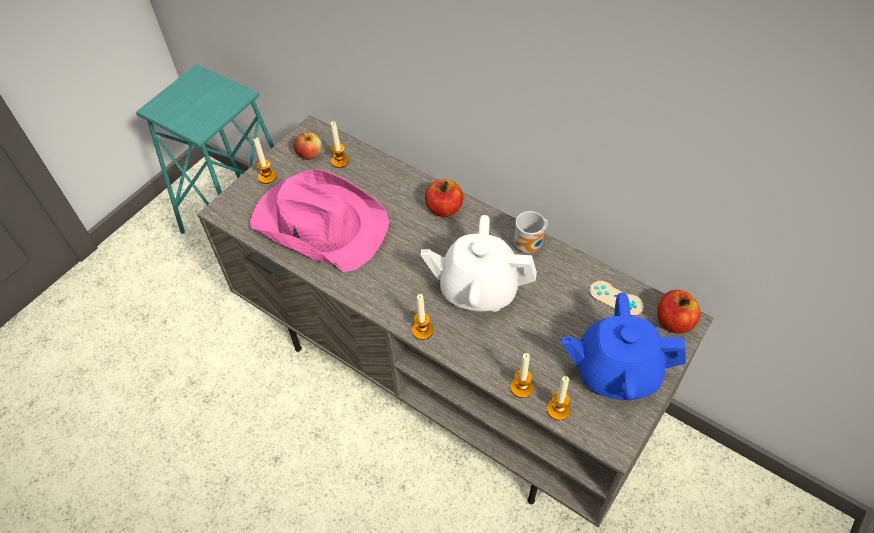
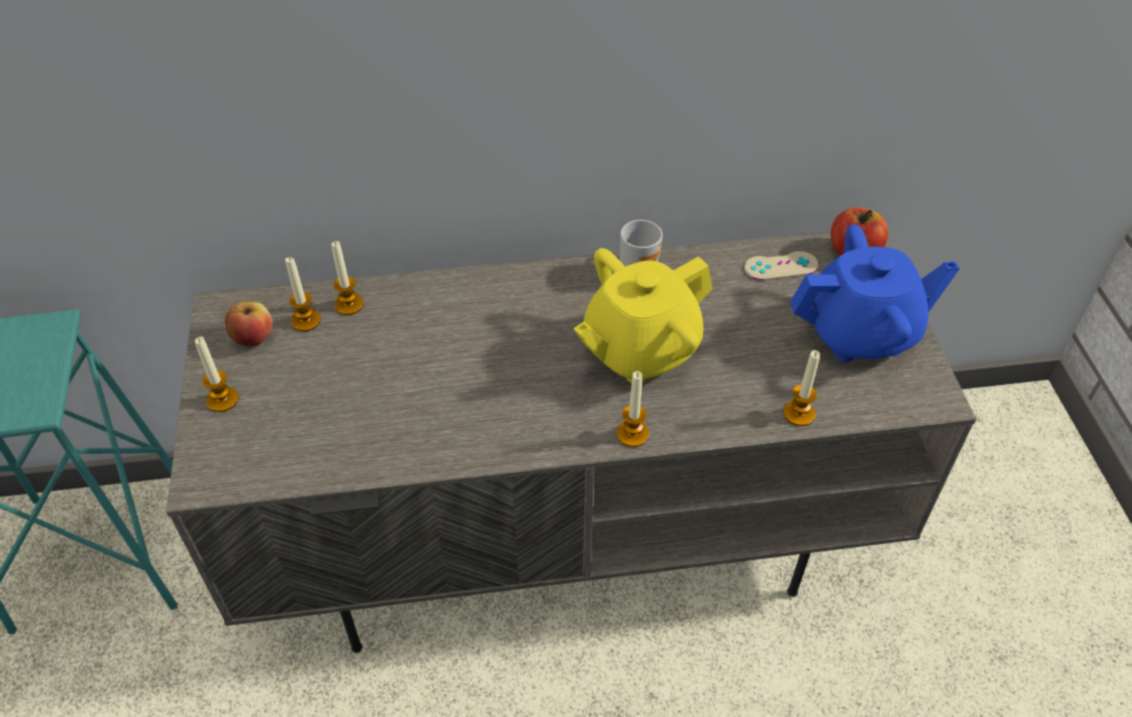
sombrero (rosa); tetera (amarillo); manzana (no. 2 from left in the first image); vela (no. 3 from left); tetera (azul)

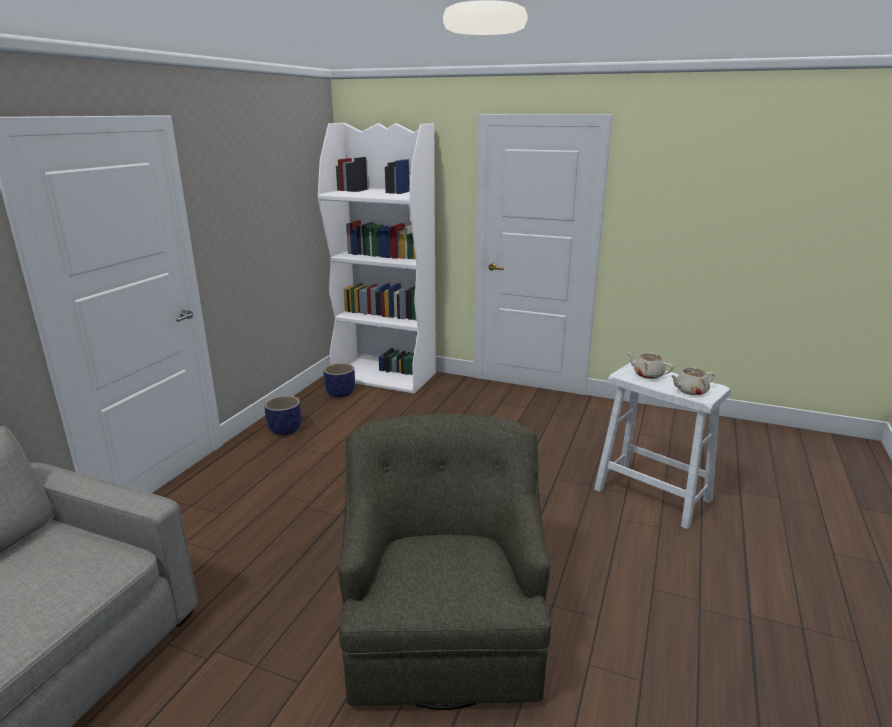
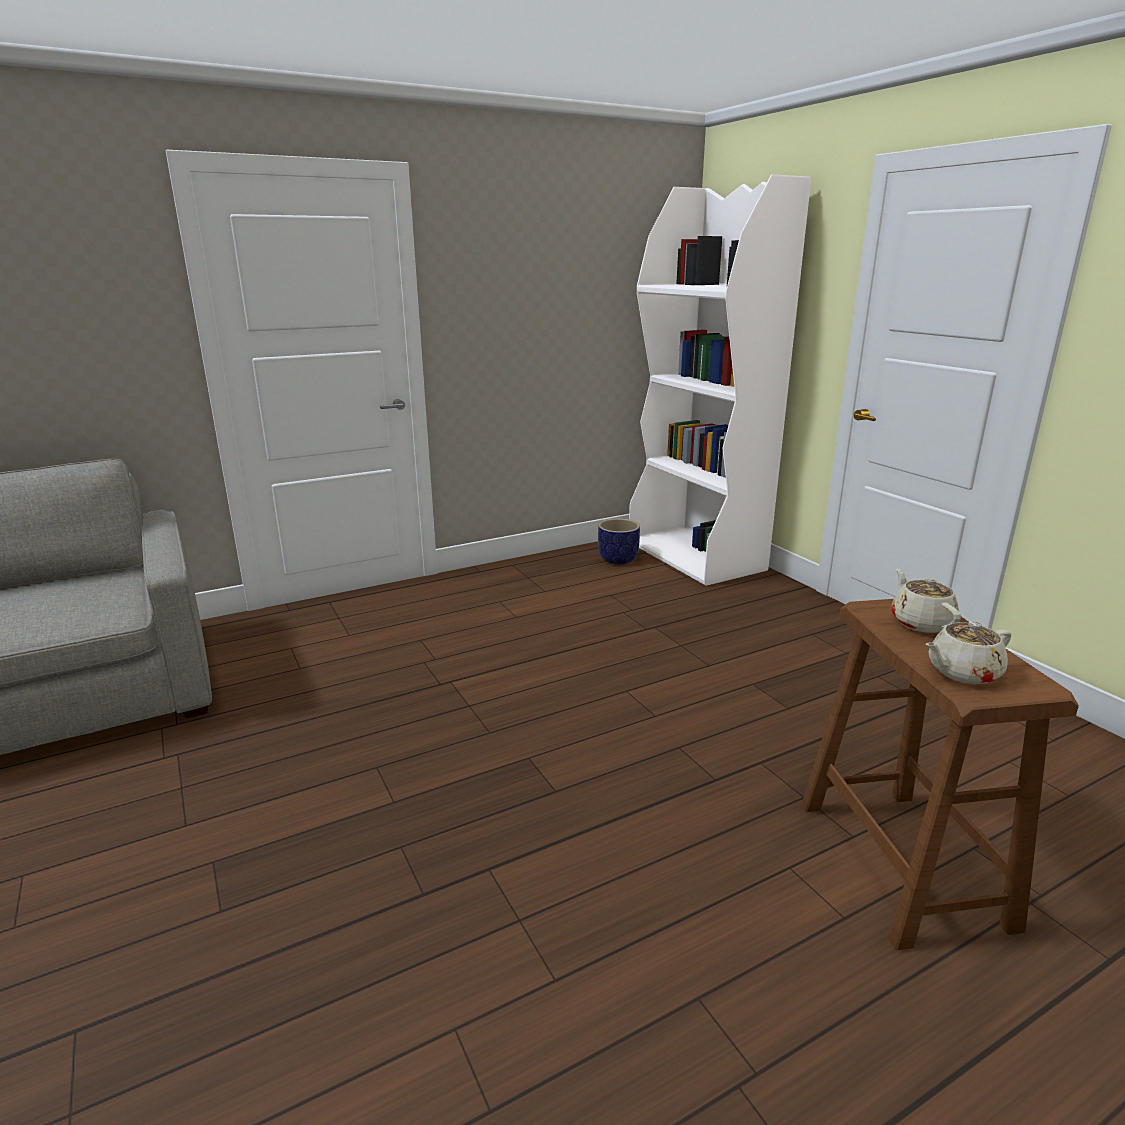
maceta (no. 1 from left in the first image); sillón (verde); taburete (marrón); tetera (beis) (no. 2 from left)

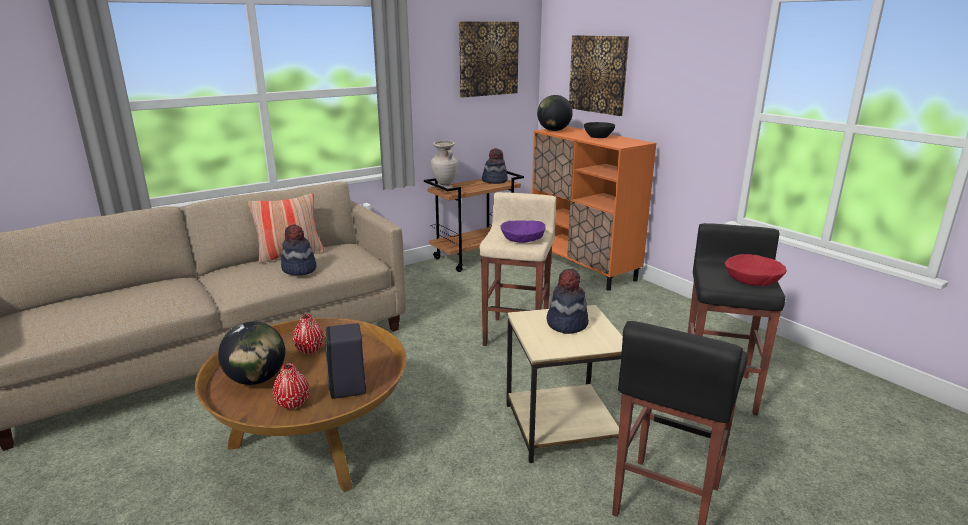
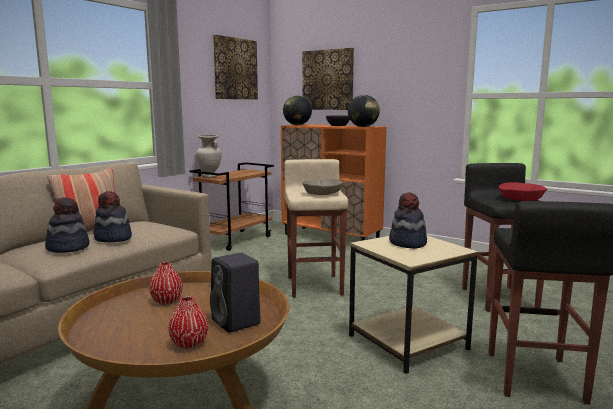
globo terráqueo (no. 2 from left); sombrero (no. 1 from left); cuenco (beis)

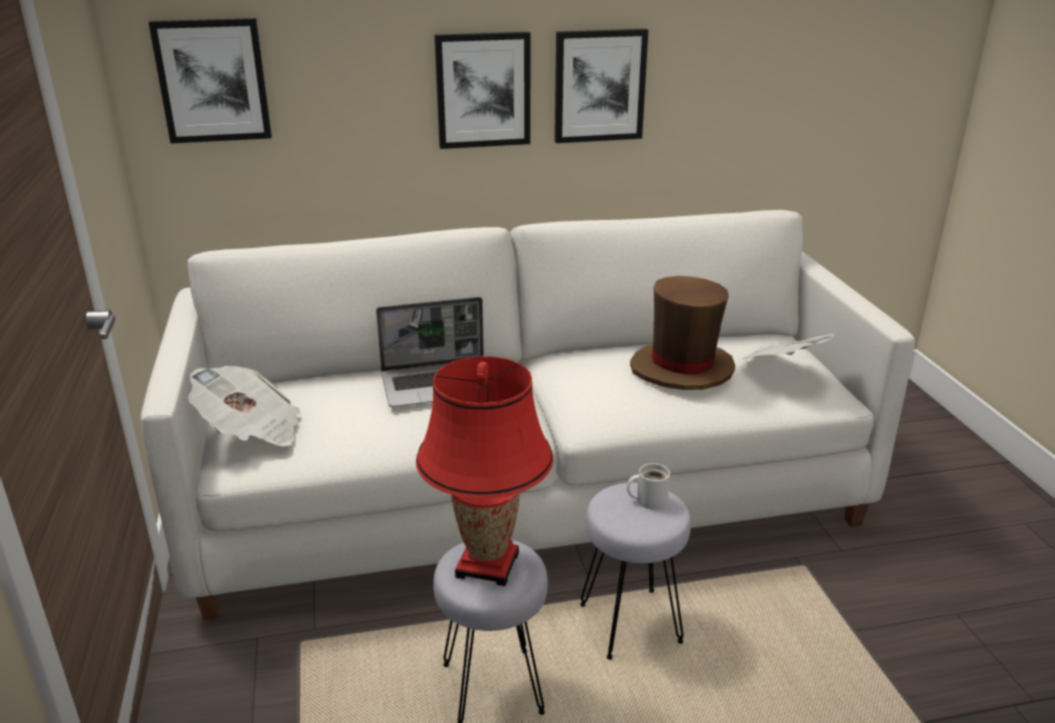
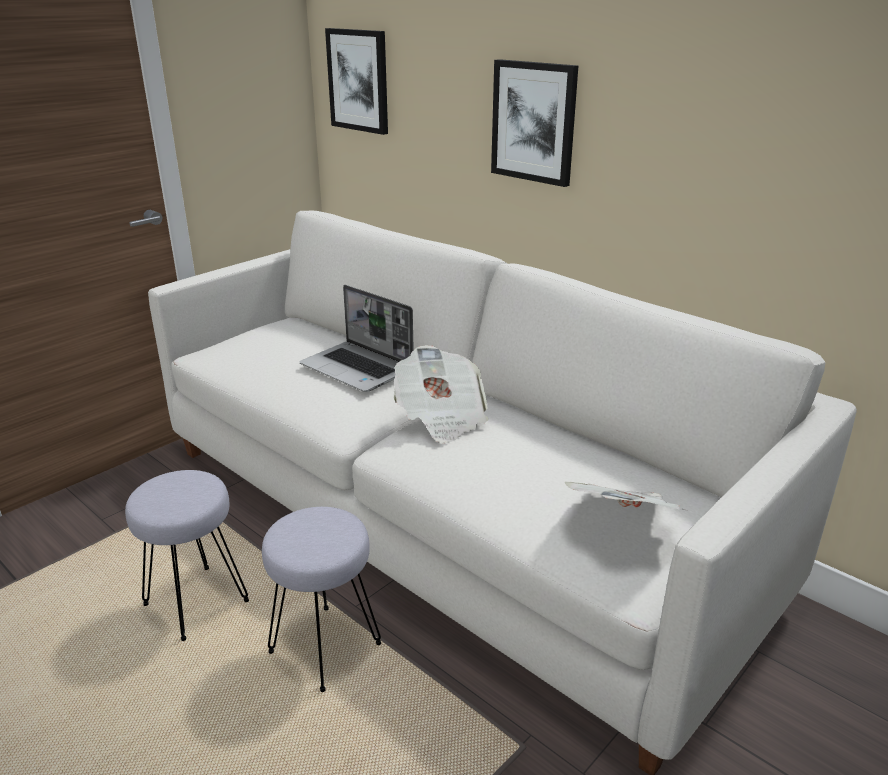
periódico (no. 1 from left); lámpara de mesa (rojo); cuadro (no. 3 from left in the first image); taza grande (blanco); sombrero (marrón)

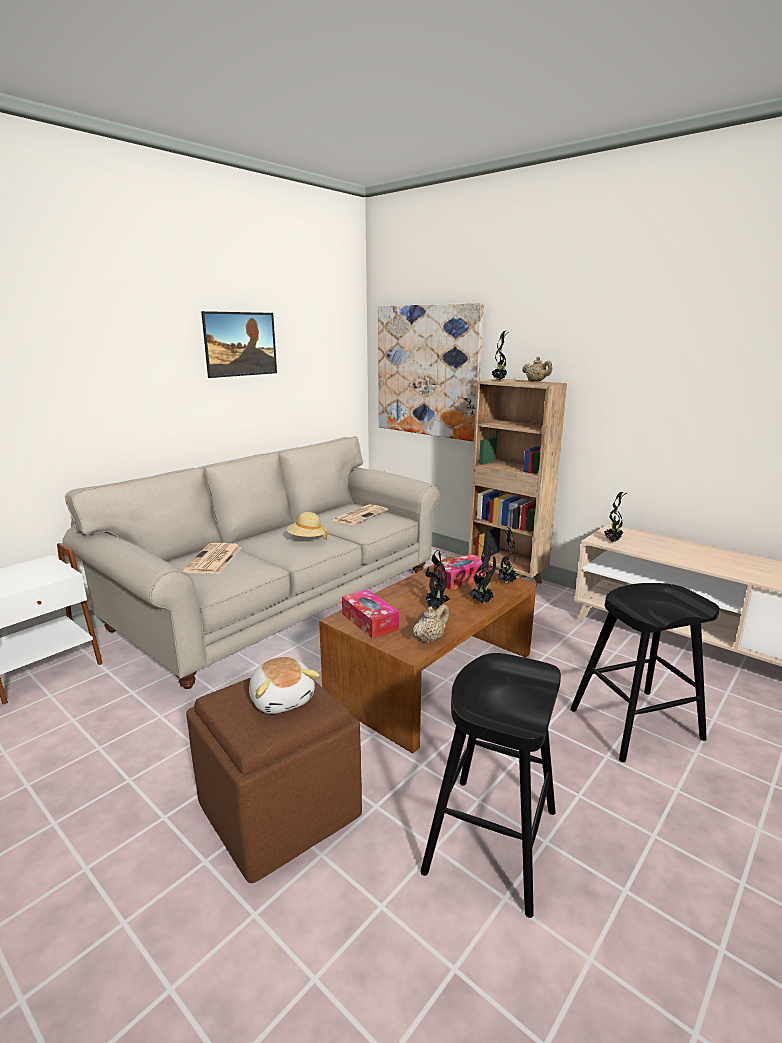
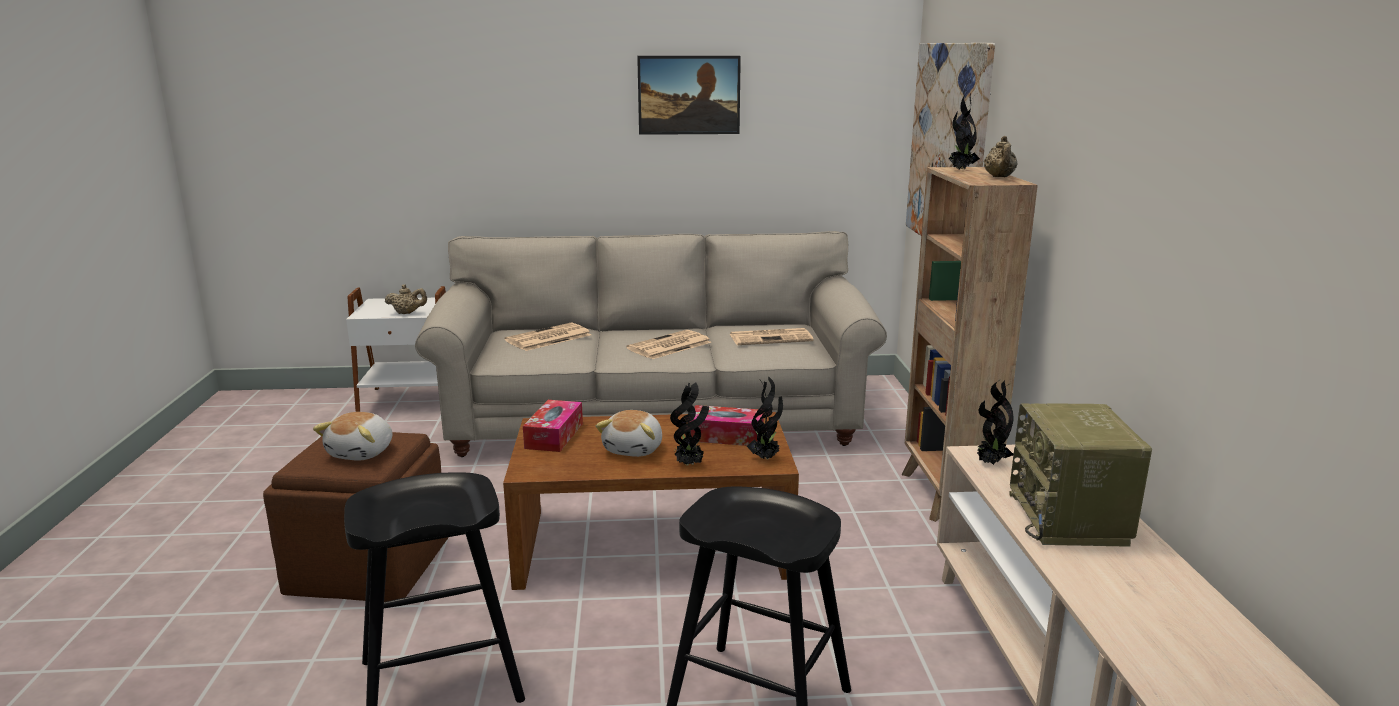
periódico (no. 2 from left); tetera (beis) (no. 1 from left); peluche (no. 2 from left); radio

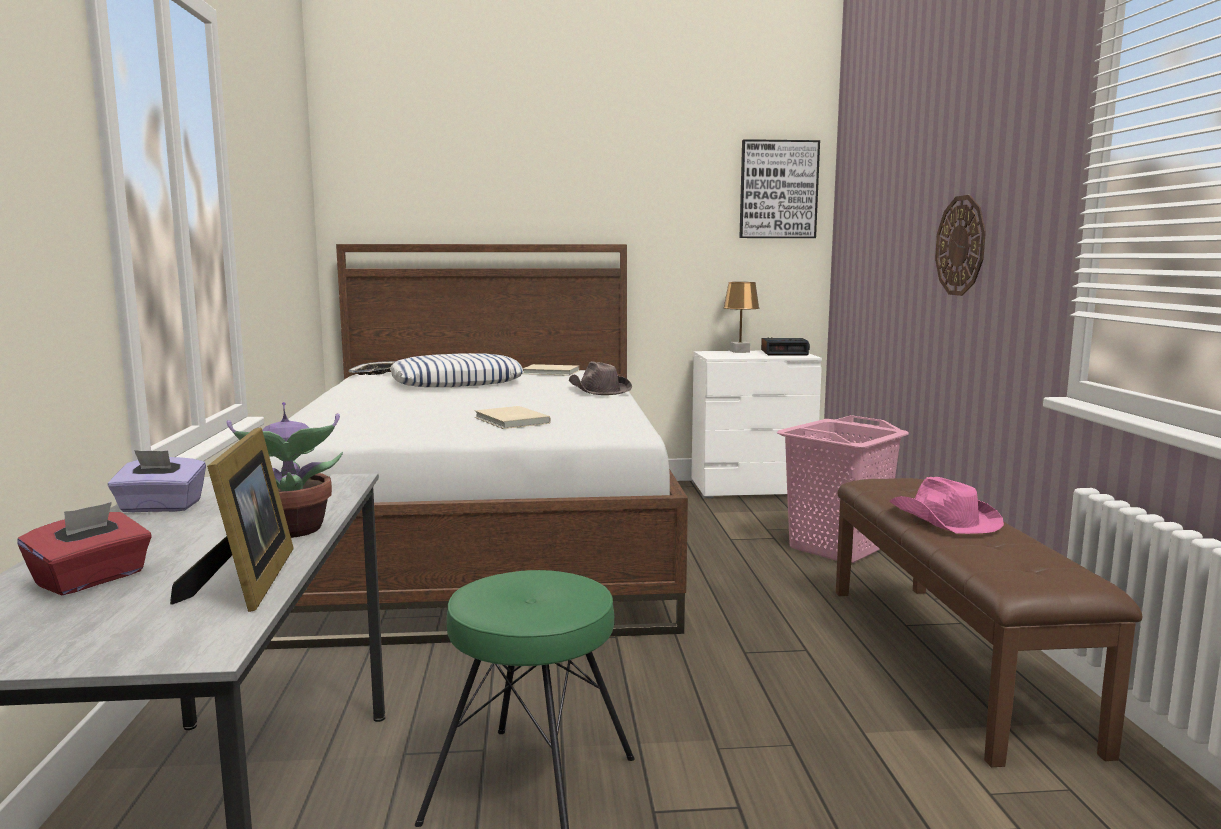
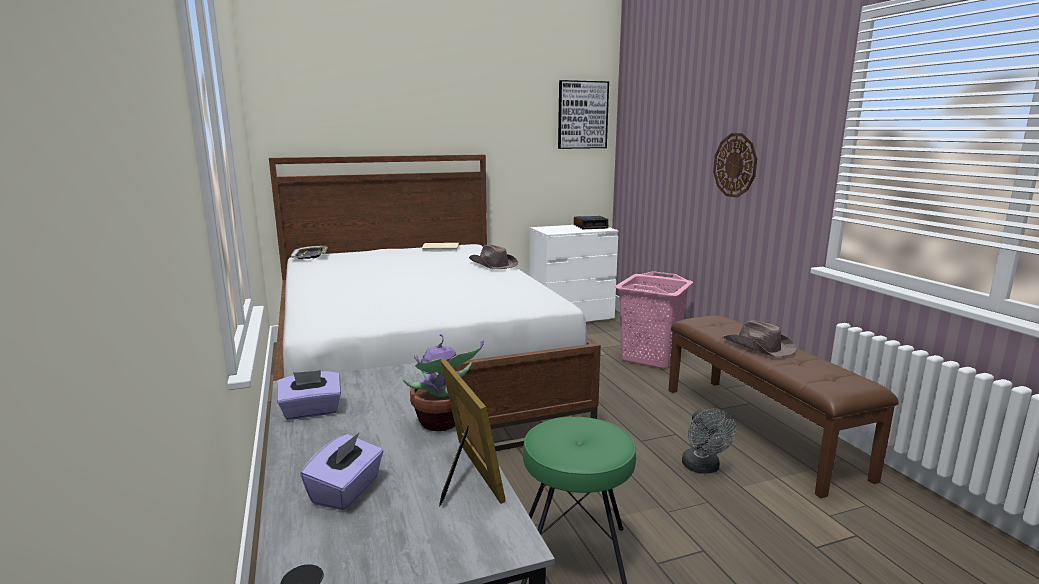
caja de pañuelos (morado) (no. 2 from left); cojín; libro (beis) (no. 1 from left in the first image); lámpara de mesa (marrón); sombrero (marrón) (no. 2 from left); ventilador (gris)

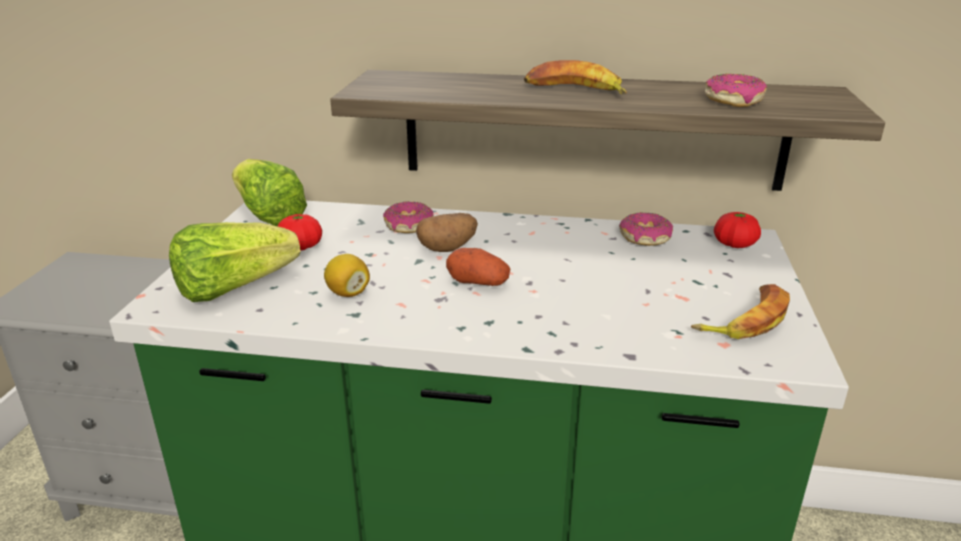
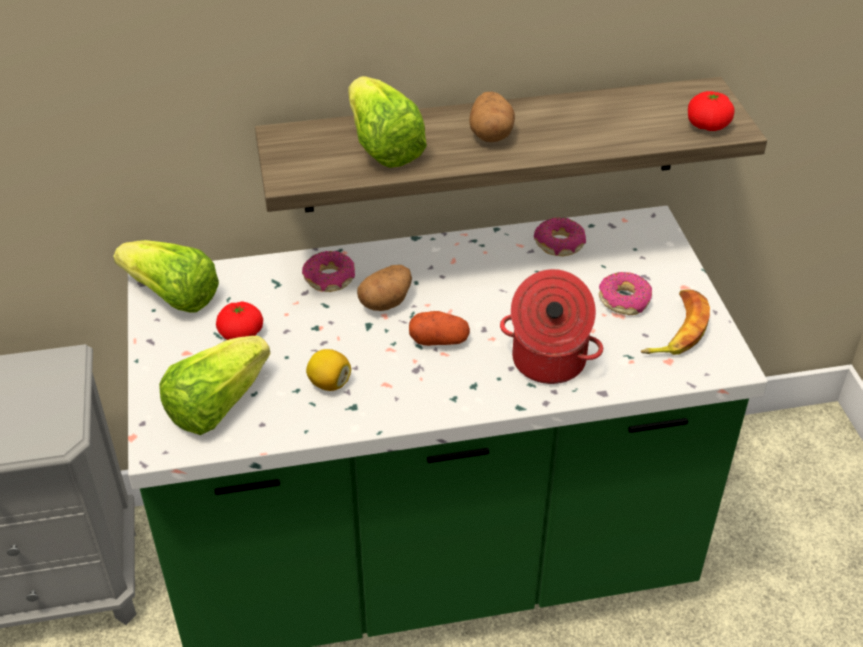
patata (no. 3 from left); rosquilla (no. 3 from left); tomate (no. 2 from left); lechuga (no. 3 from left); olla

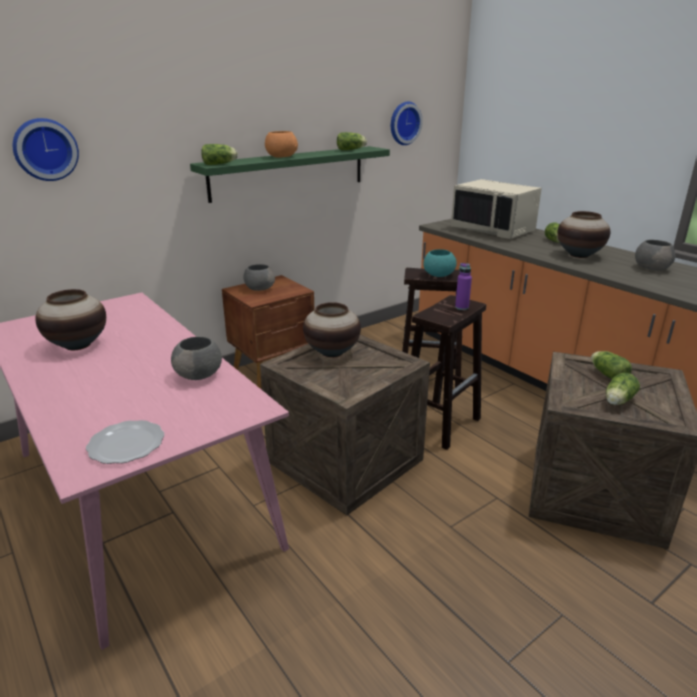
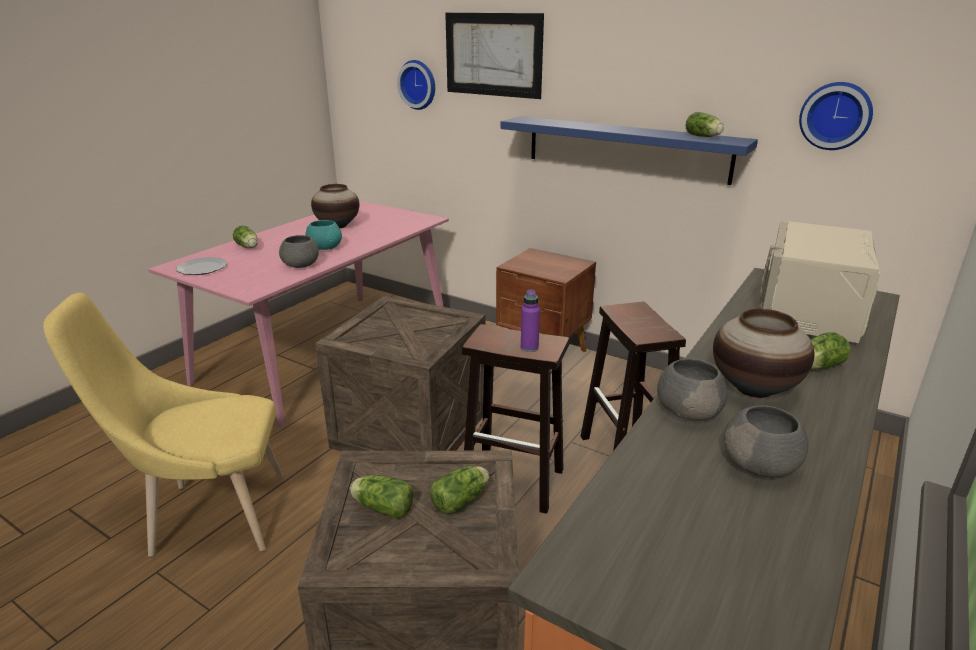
estante (azul); lechuga (no. 1 from left); cuenco (gris) (no. 2 from left); cuenco (naranja); florero (no. 2 from left in the first image); cuenco (turquesa); silla (amarillo); cuadro

